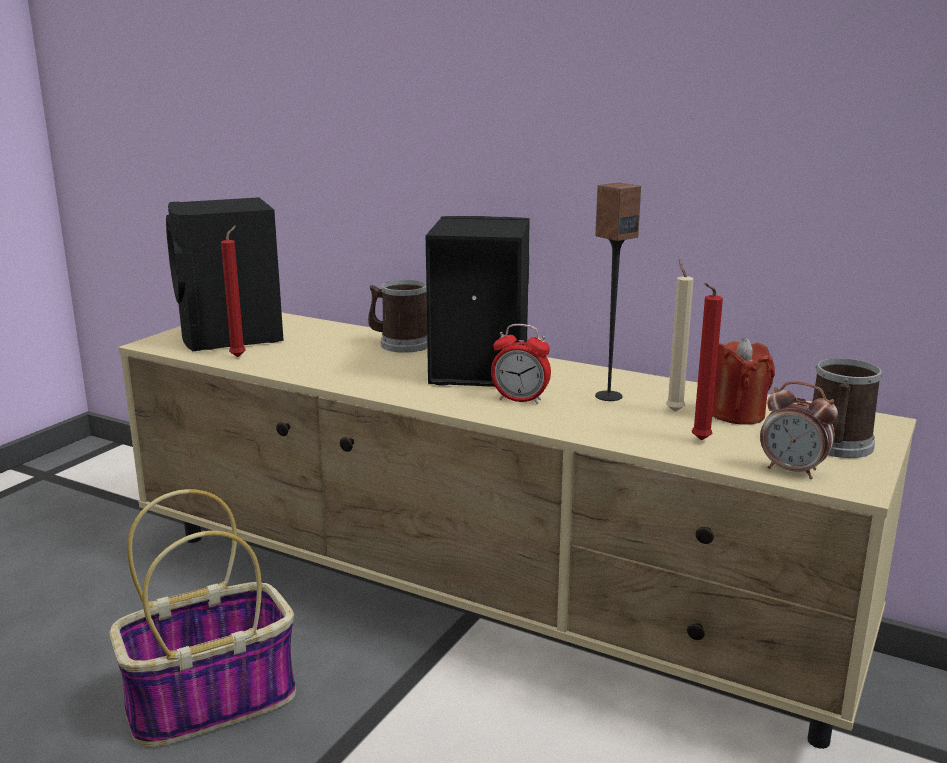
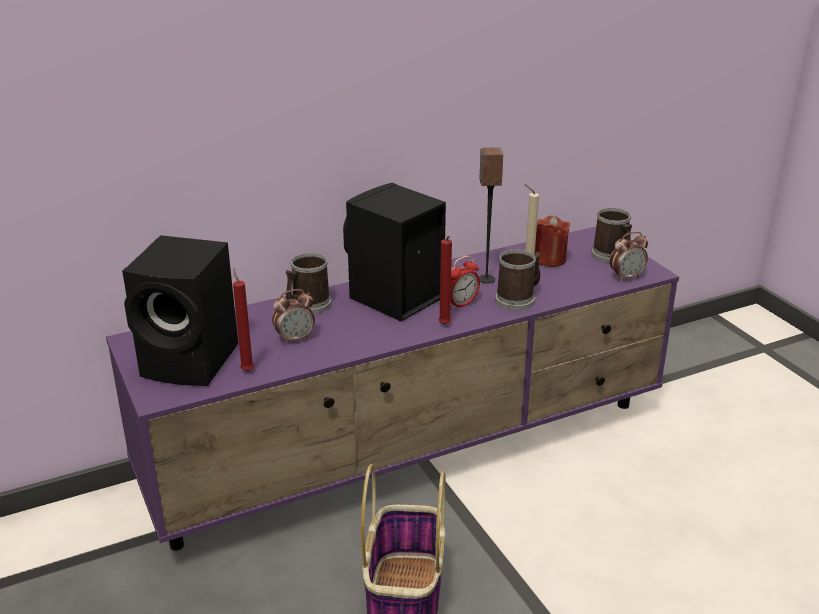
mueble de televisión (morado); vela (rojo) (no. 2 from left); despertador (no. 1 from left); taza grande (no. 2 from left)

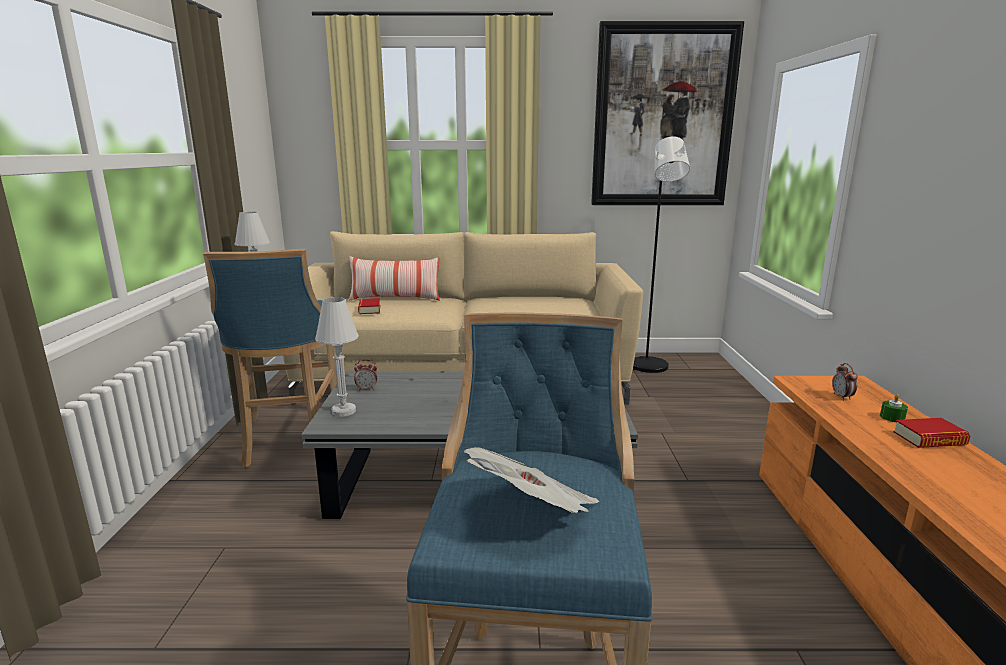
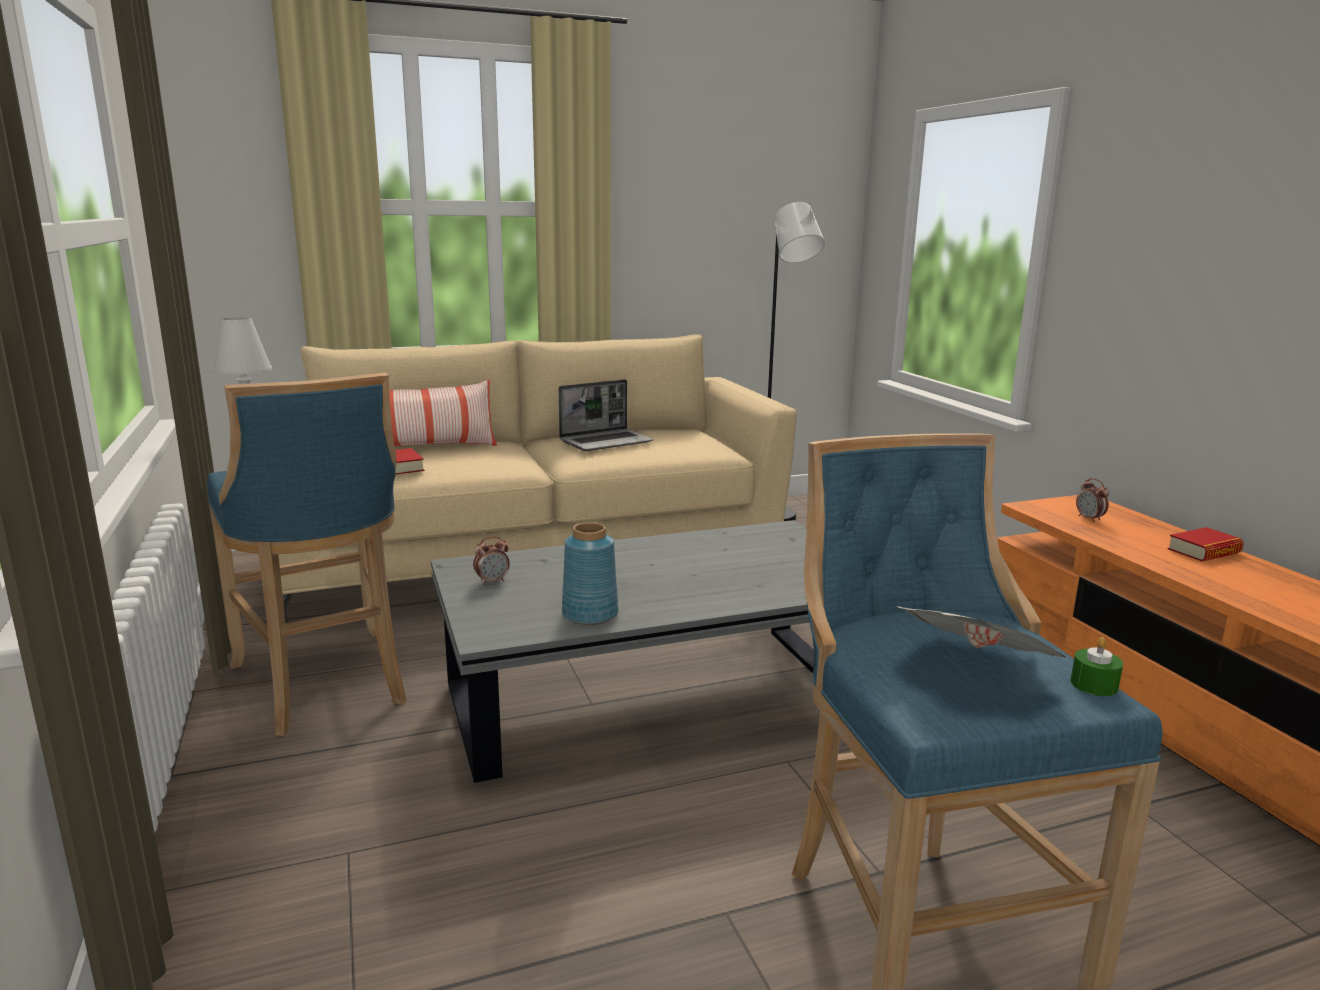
lámpara de mesa (blanco) (no. 2 from left in the first image); cuadro; vela (verde); portátil; florero (azul)

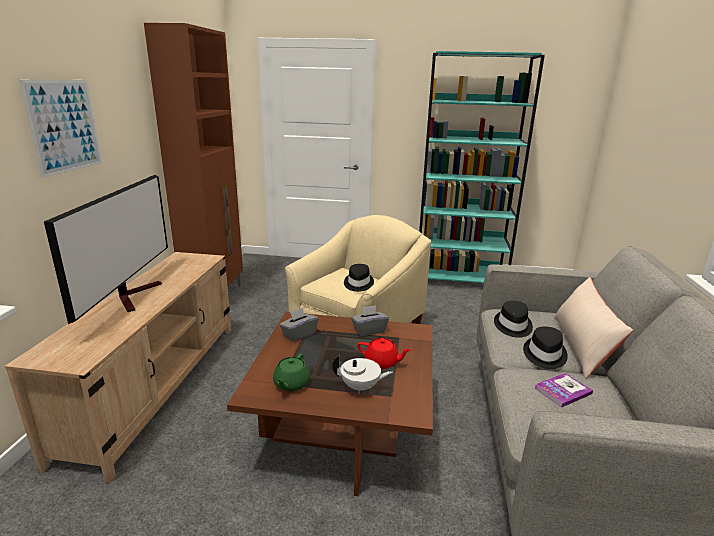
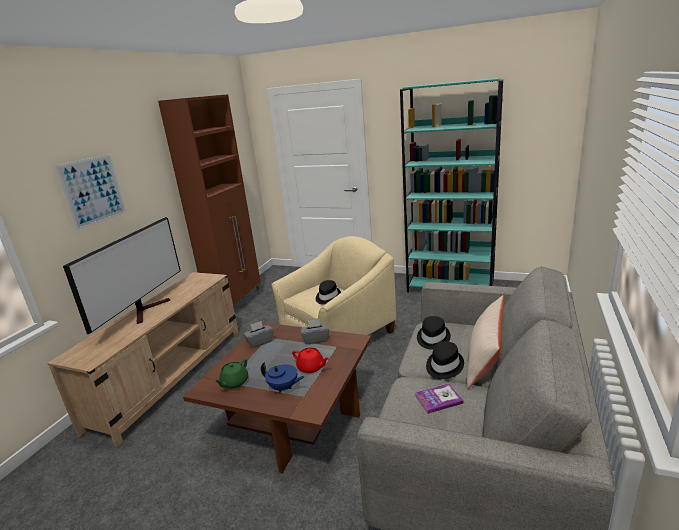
tetera (azul)

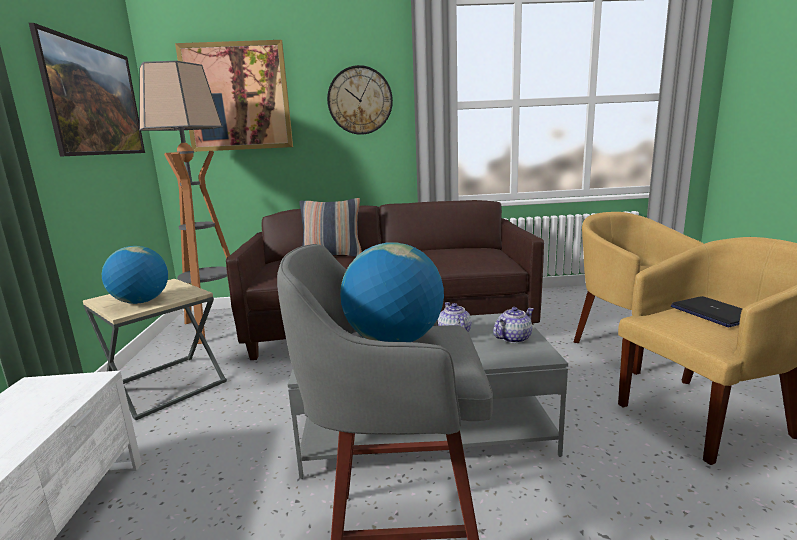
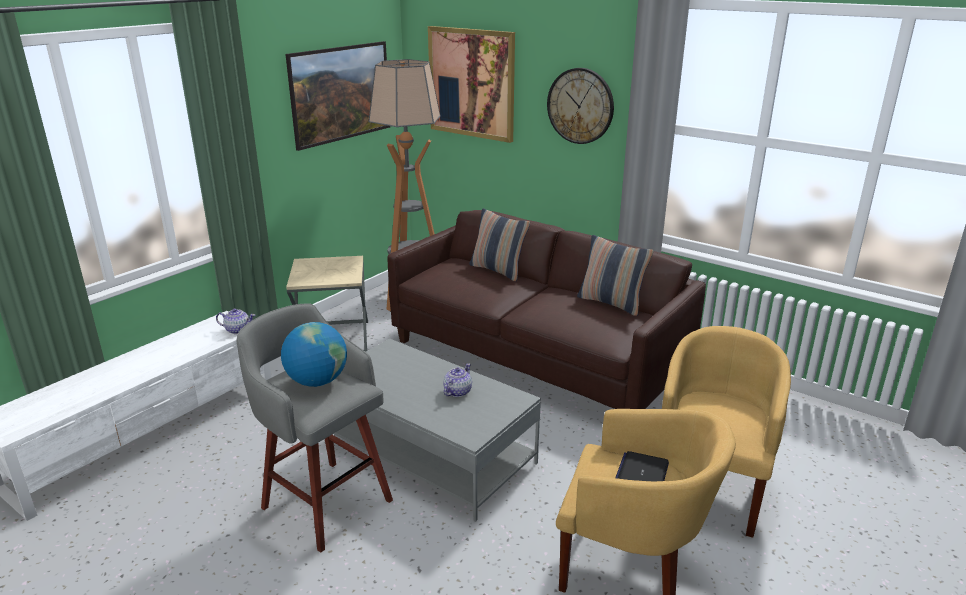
globo terráqueo (no. 1 from left in the first image); tetera (no. 1 from left); cojín (no. 2 from left)

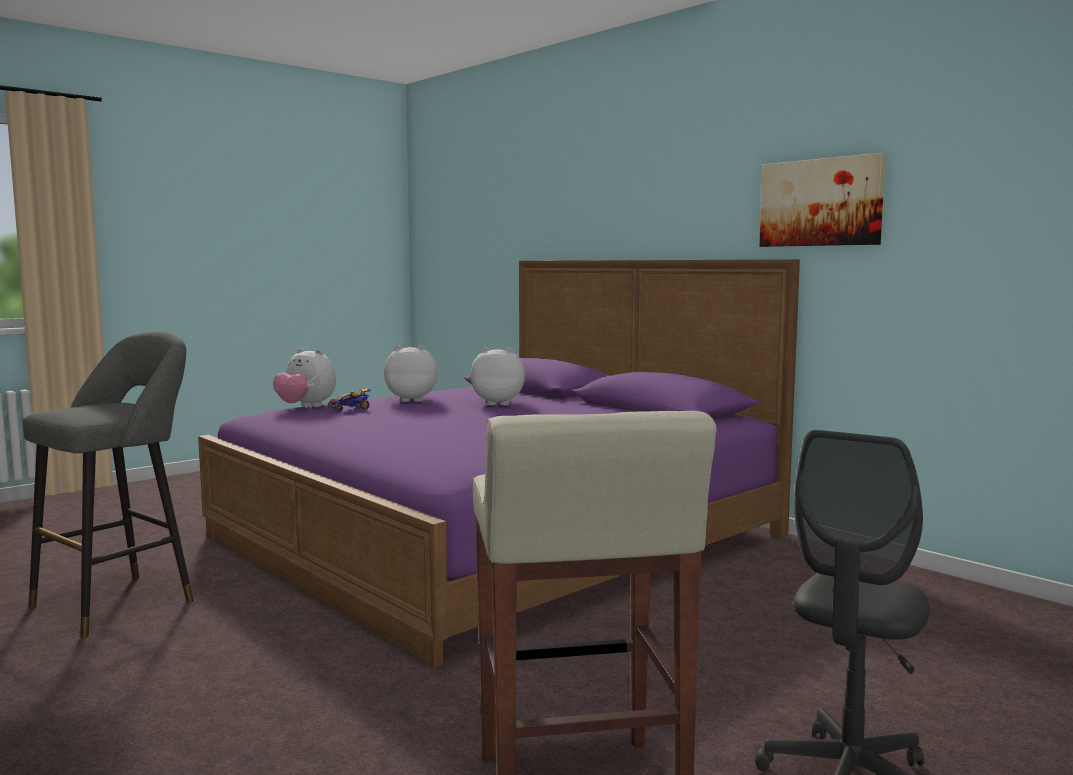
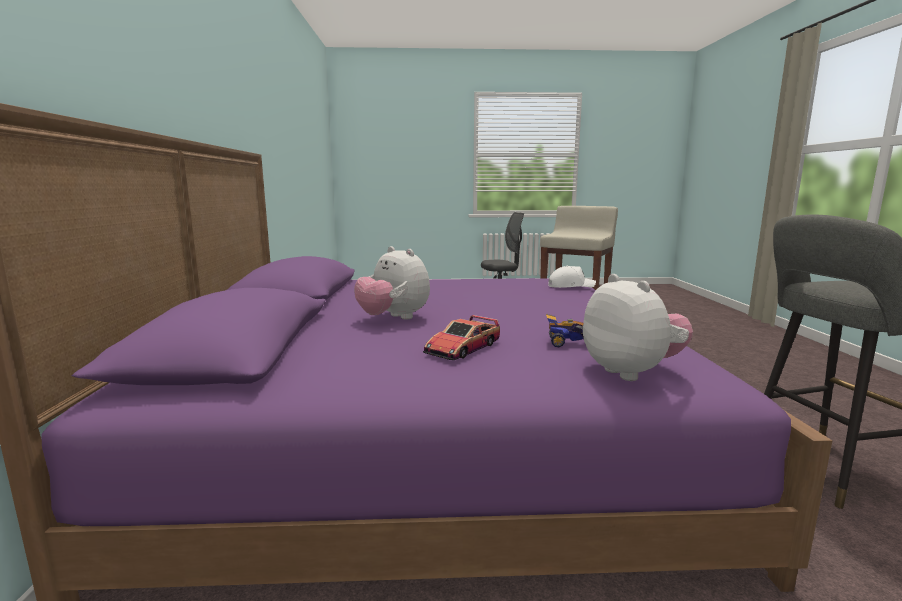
coche de juguete (no. 1 from left); cuadro; gorra (blanco)

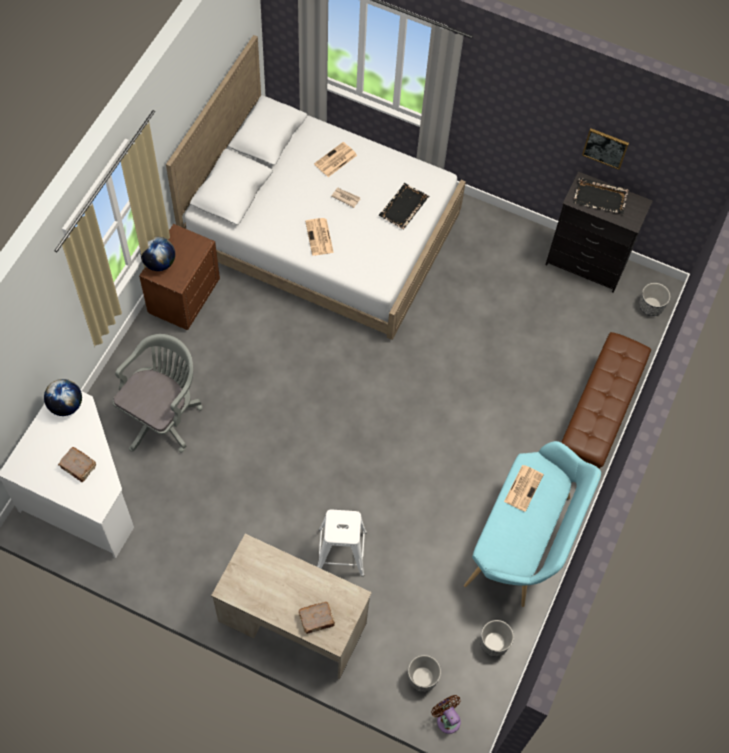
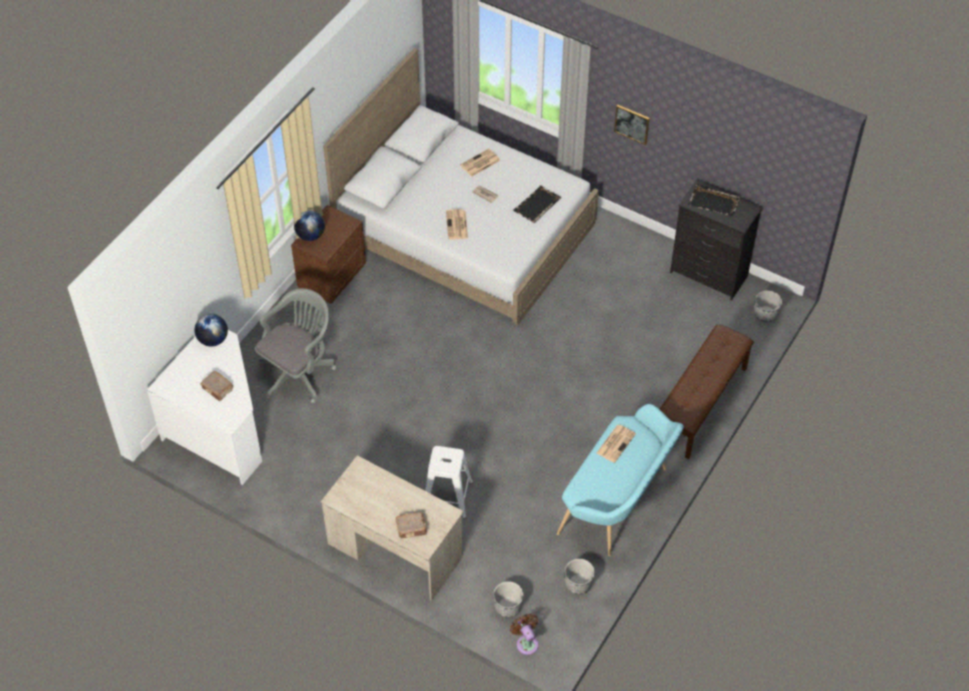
cuadro

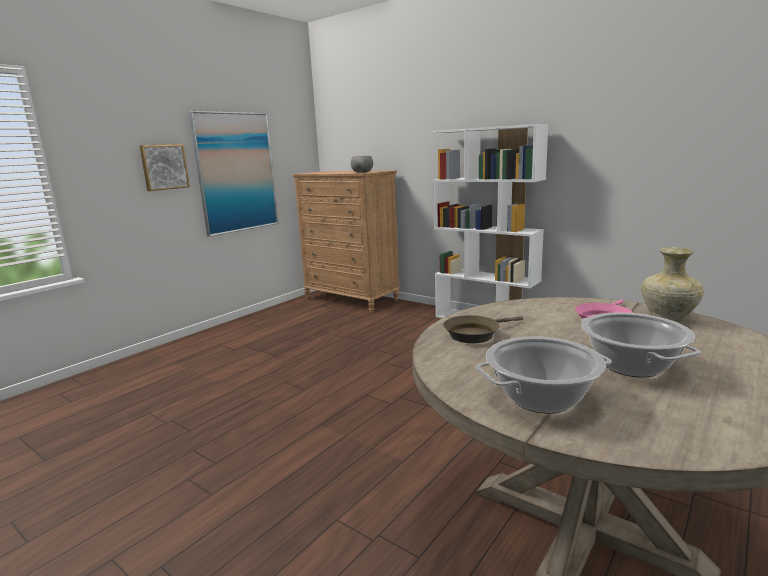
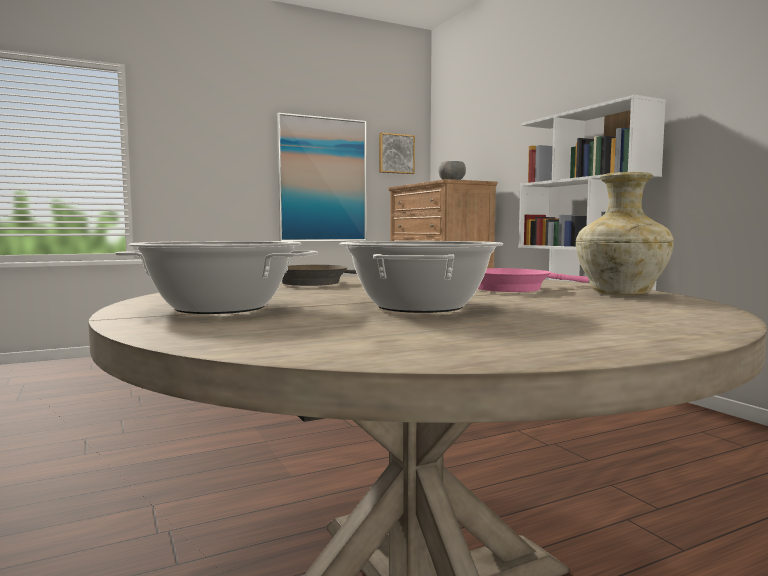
cuadro (no. 2 from left)

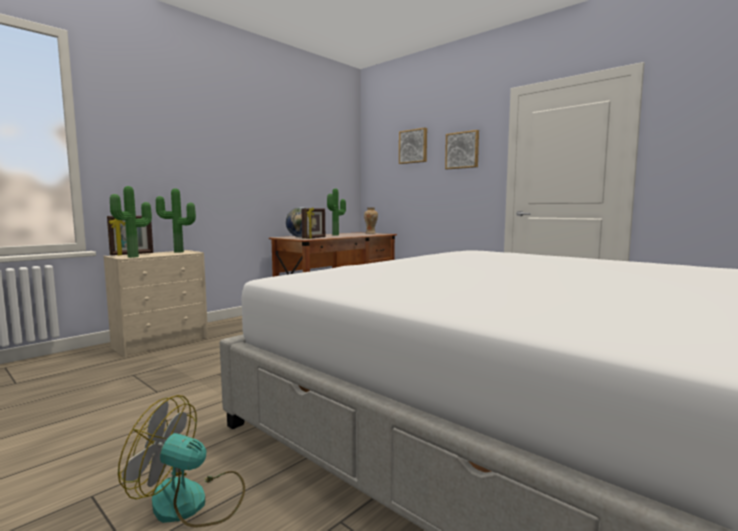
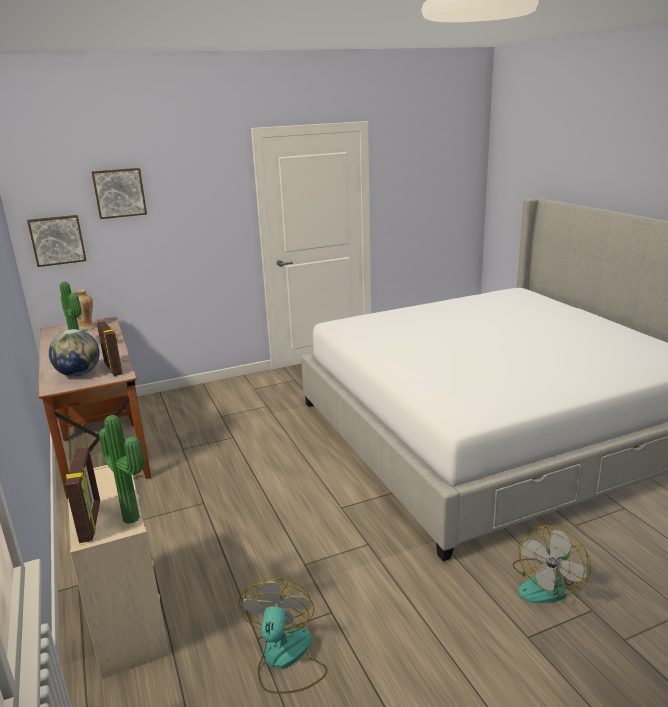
planta en maceta (no. 2 from left in the first image); cuadro (no. 1 from left); ventilador (no. 1 from left)

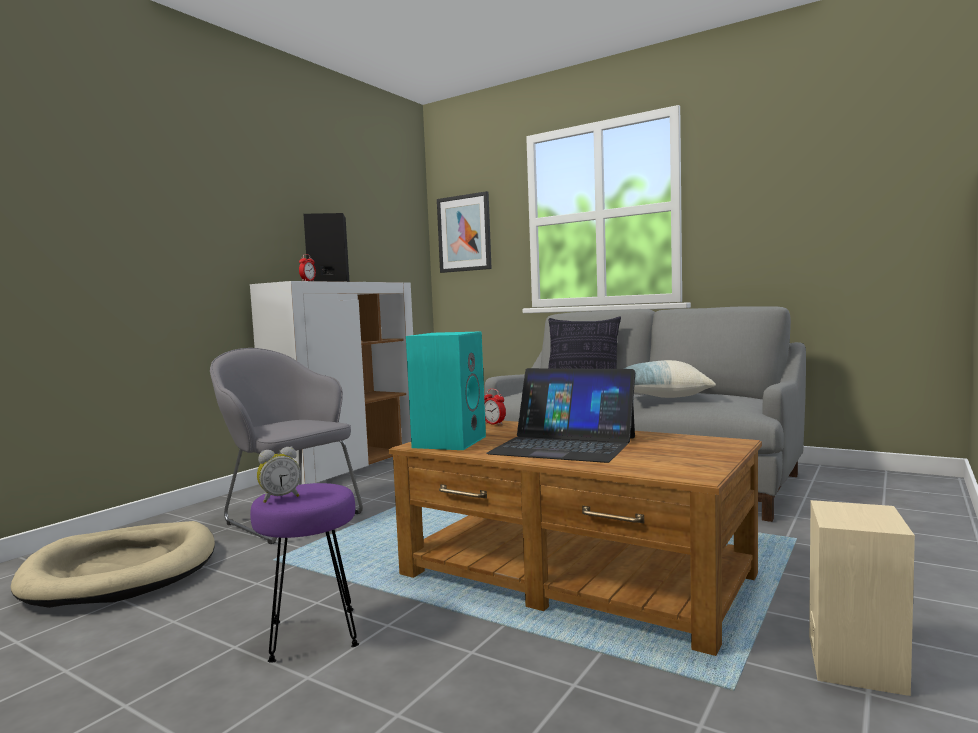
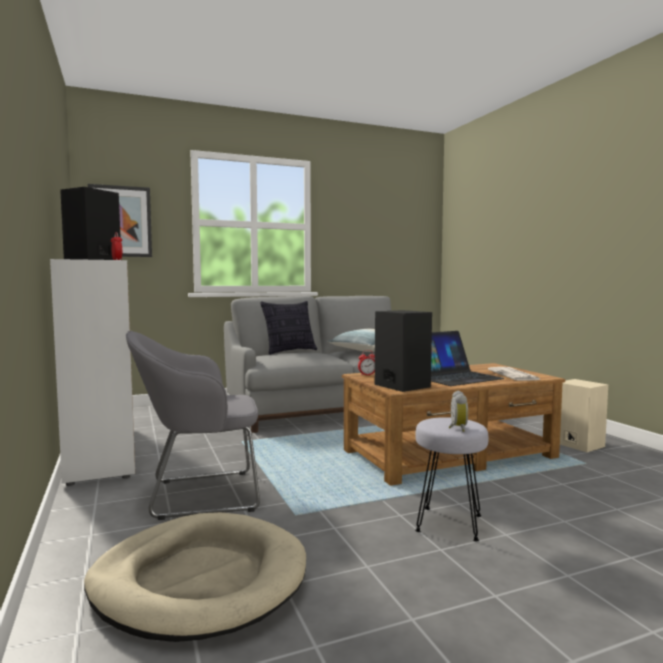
taburete (gris); altavoz (negro) (no. 2 from left); periódico

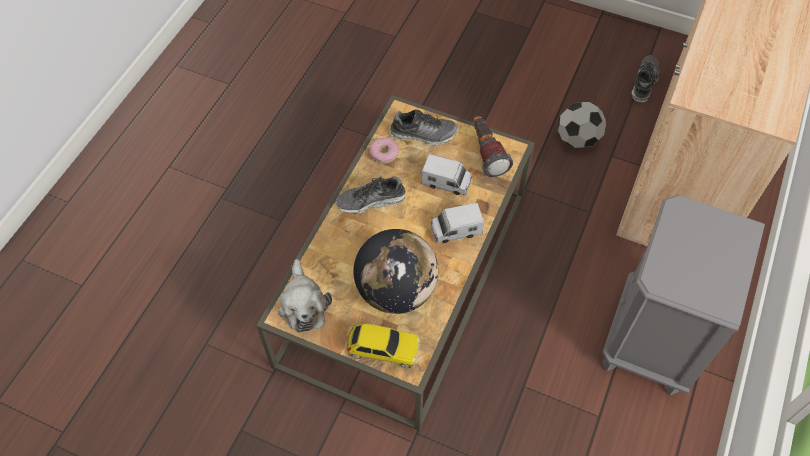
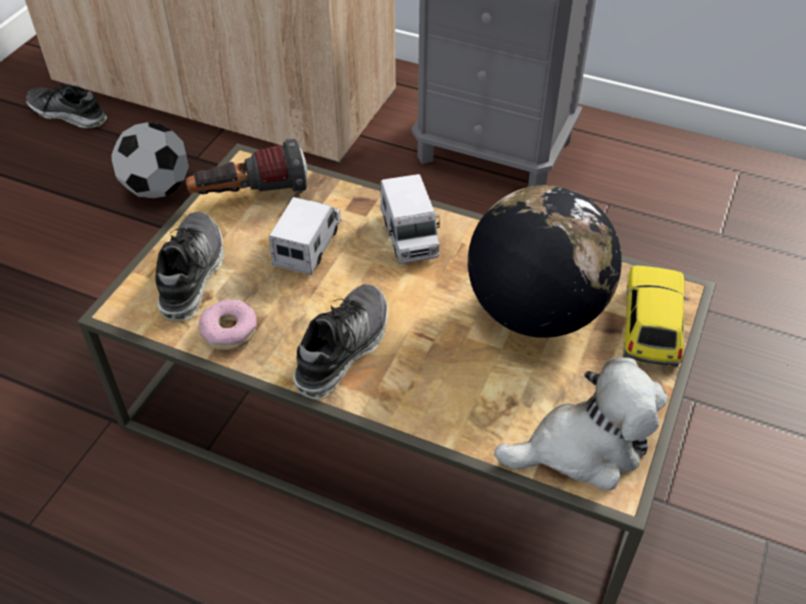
zapato (no. 3 from left)

